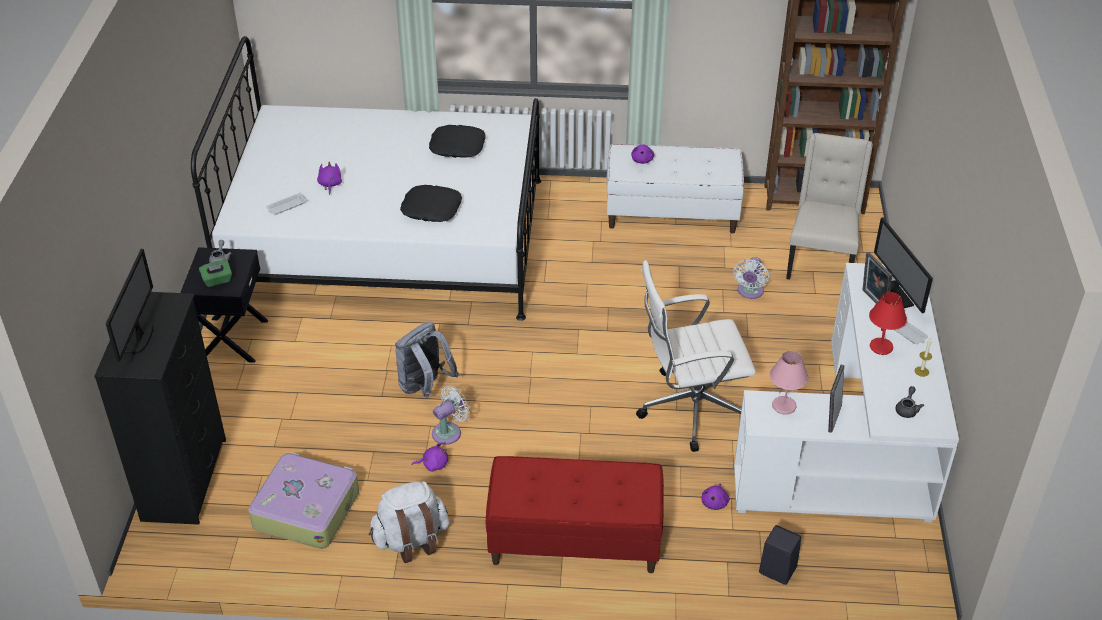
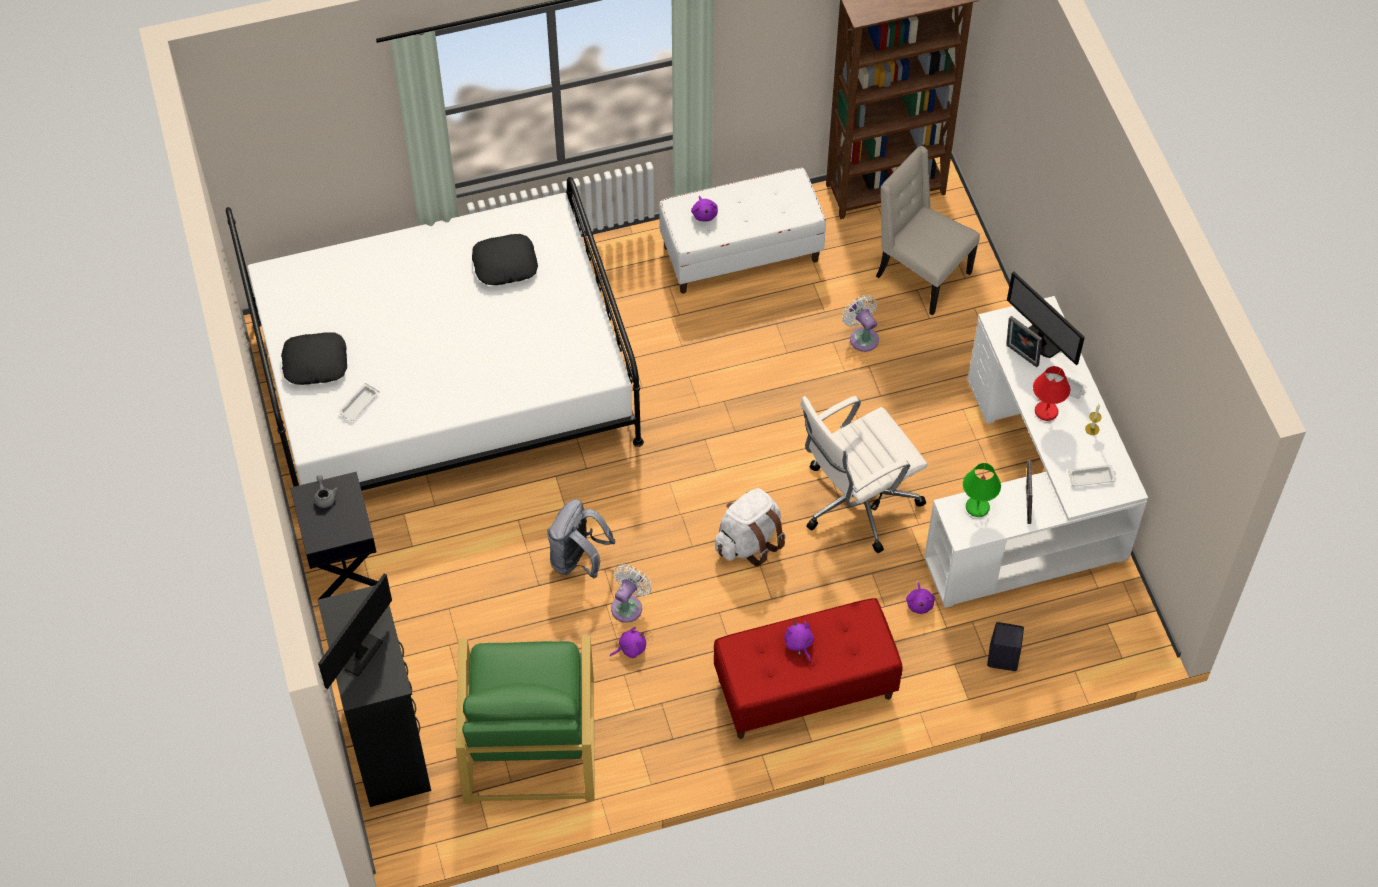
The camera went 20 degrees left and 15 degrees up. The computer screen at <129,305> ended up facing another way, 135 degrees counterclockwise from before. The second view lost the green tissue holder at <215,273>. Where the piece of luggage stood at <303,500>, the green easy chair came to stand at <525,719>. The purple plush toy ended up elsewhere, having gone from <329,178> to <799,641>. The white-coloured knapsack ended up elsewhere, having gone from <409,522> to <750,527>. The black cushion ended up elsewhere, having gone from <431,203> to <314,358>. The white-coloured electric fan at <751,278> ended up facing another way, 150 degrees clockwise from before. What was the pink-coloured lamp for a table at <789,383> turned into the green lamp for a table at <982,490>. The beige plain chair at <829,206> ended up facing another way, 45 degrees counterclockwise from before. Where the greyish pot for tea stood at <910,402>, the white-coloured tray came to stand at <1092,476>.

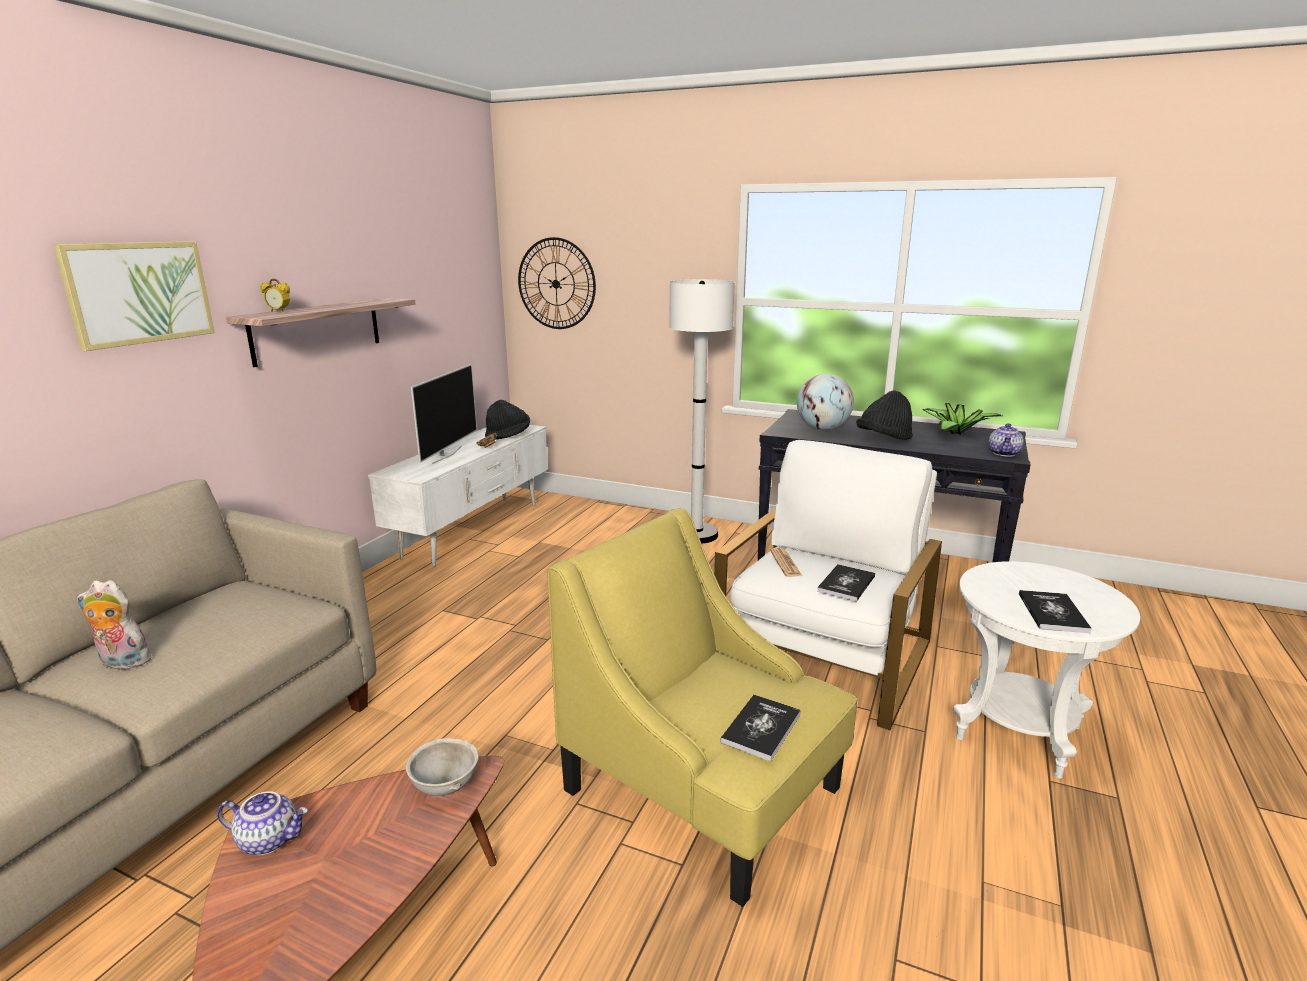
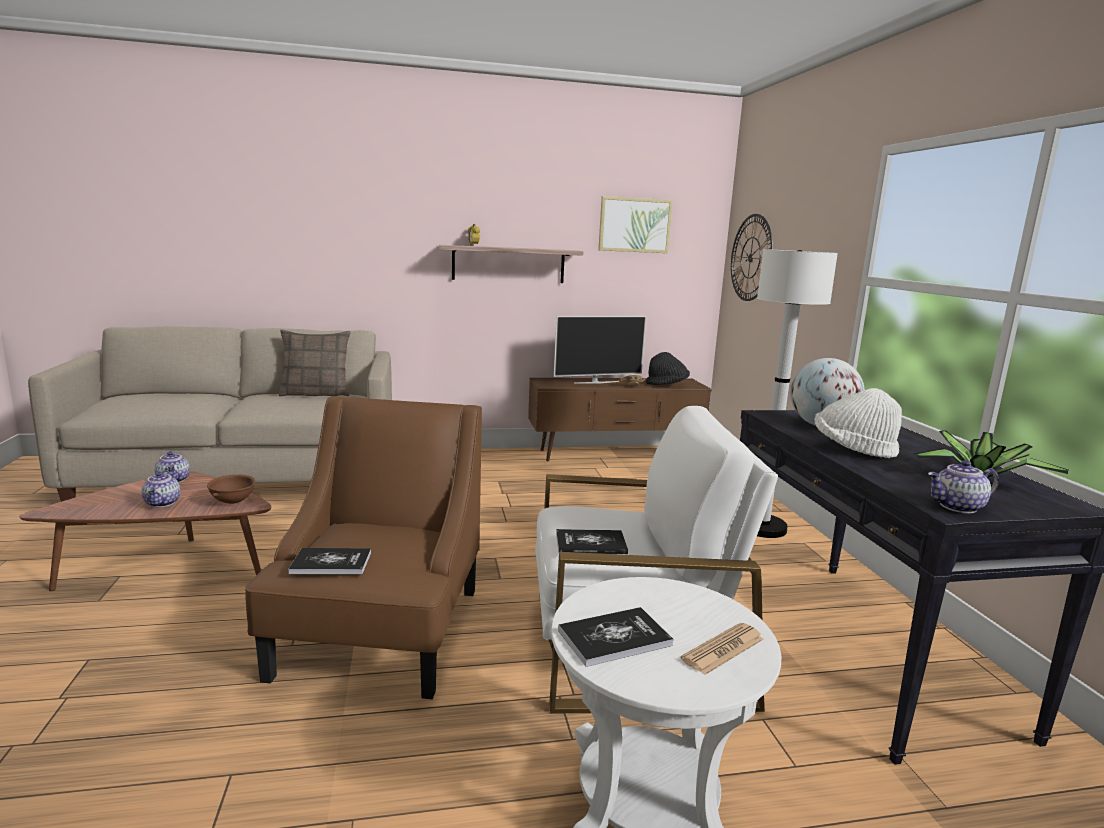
The camera went 55 degrees right and 5 degrees down. The picture ended up elsewhere, having gone from <134,296> to <635,224>. The second view lost the plush toy at <115,625>. What was the white-coloured tv stand at <458,496> turned into the brown tv stand at <620,419>. What was the greyish serving bowl at <442,767> turned into the brown serving bowl at <231,489>. What was the yellow-coloured easy chair at <702,707> turned into the brown easy chair at <363,547>. The daily paper ended up elsewhere, having gone from <786,562> to <722,649>. What was the black wearable hat at <884,415> turned into the white-coloured wearable hat at <858,423>. The second view gained the pot for tea at <161,489>. The second view gained the cushion at <315,363>.

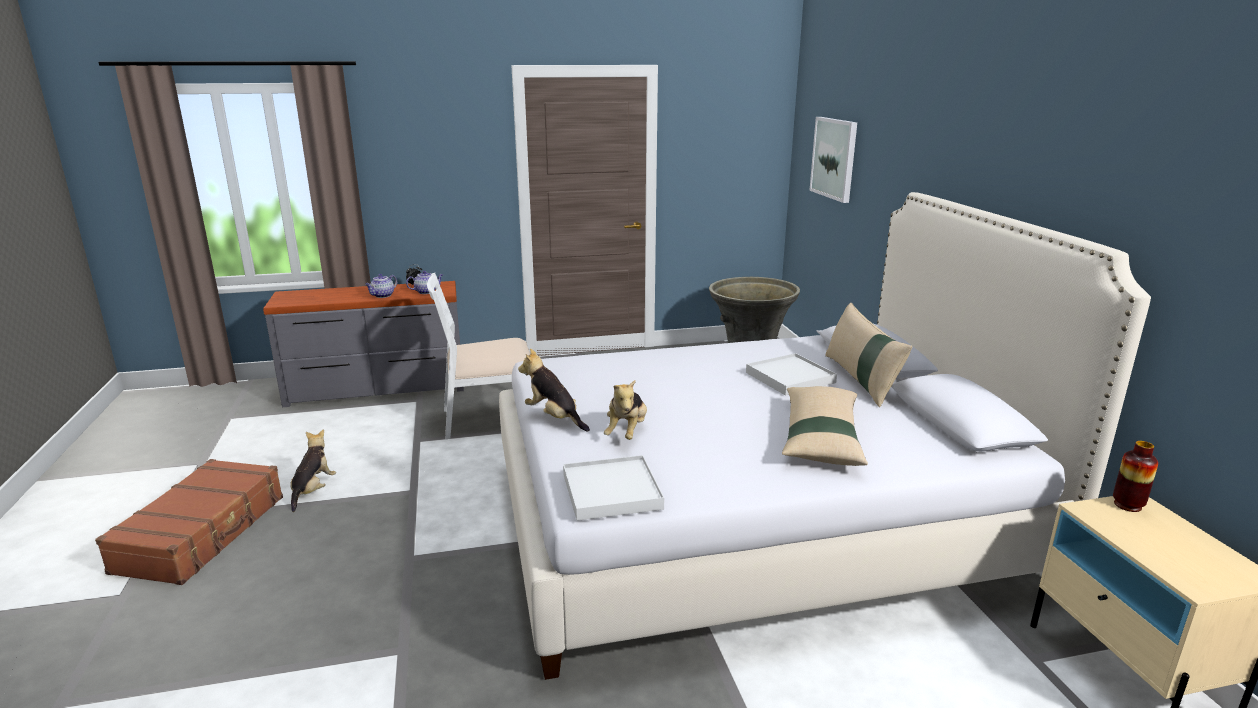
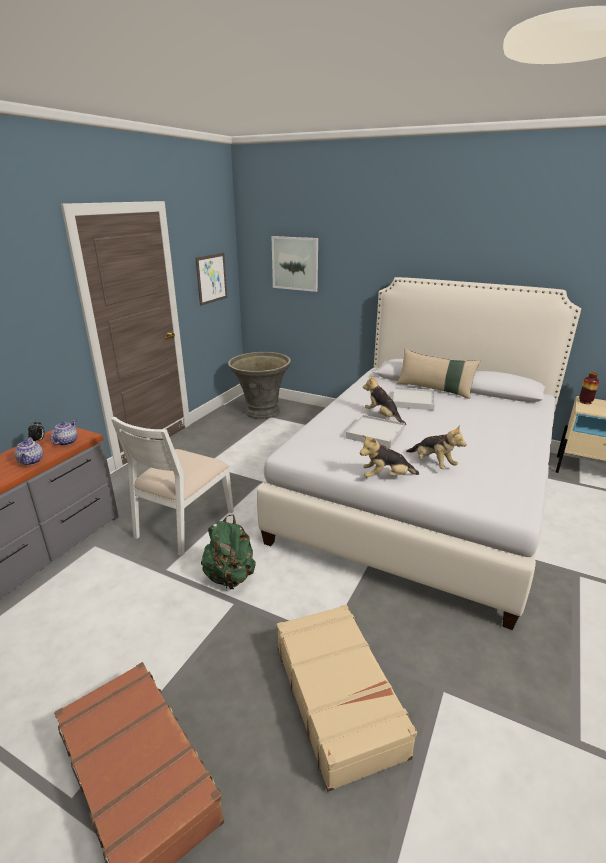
The camera went 50 degrees left and 5 degrees up. The plush toy ended up elsewhere, having gone from <313,471> to <384,400>. The white-coloured tray ended up elsewhere, having gone from <613,488> to <375,431>. The second view lost the beige cushion at <825,426>. The second view gained the picture at <211,279>. The second view gained the green knapsack at <228,552>. The second view gained the beige piece of luggage at <347,698>.

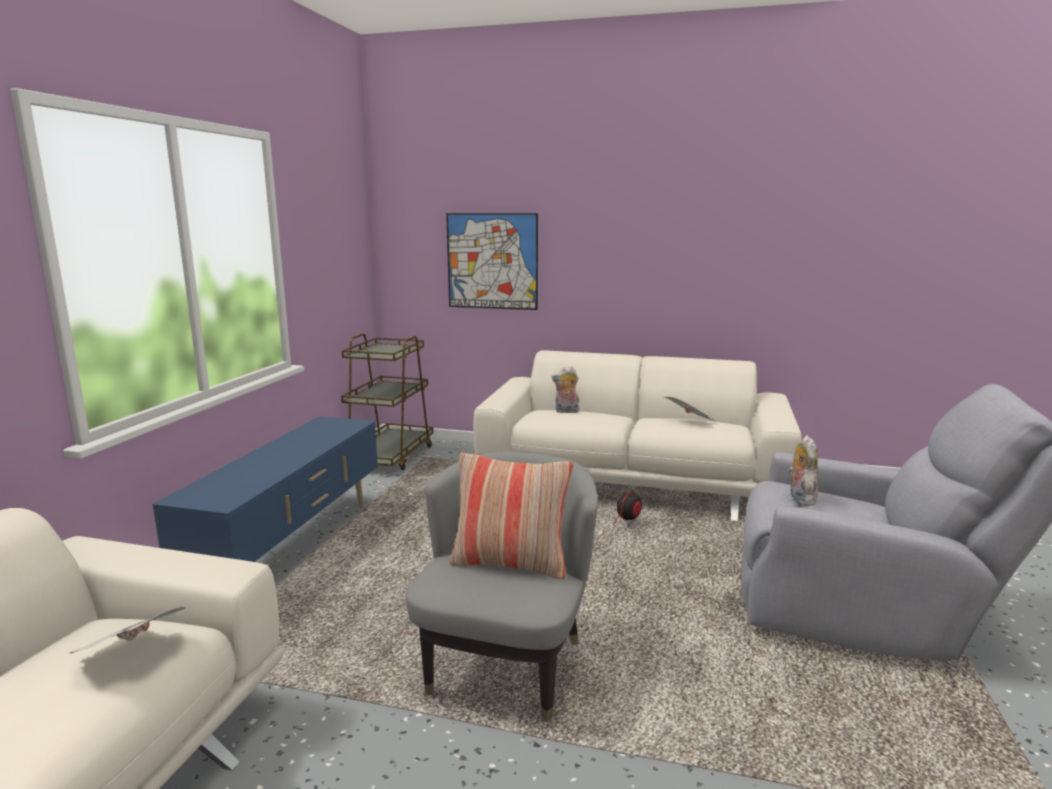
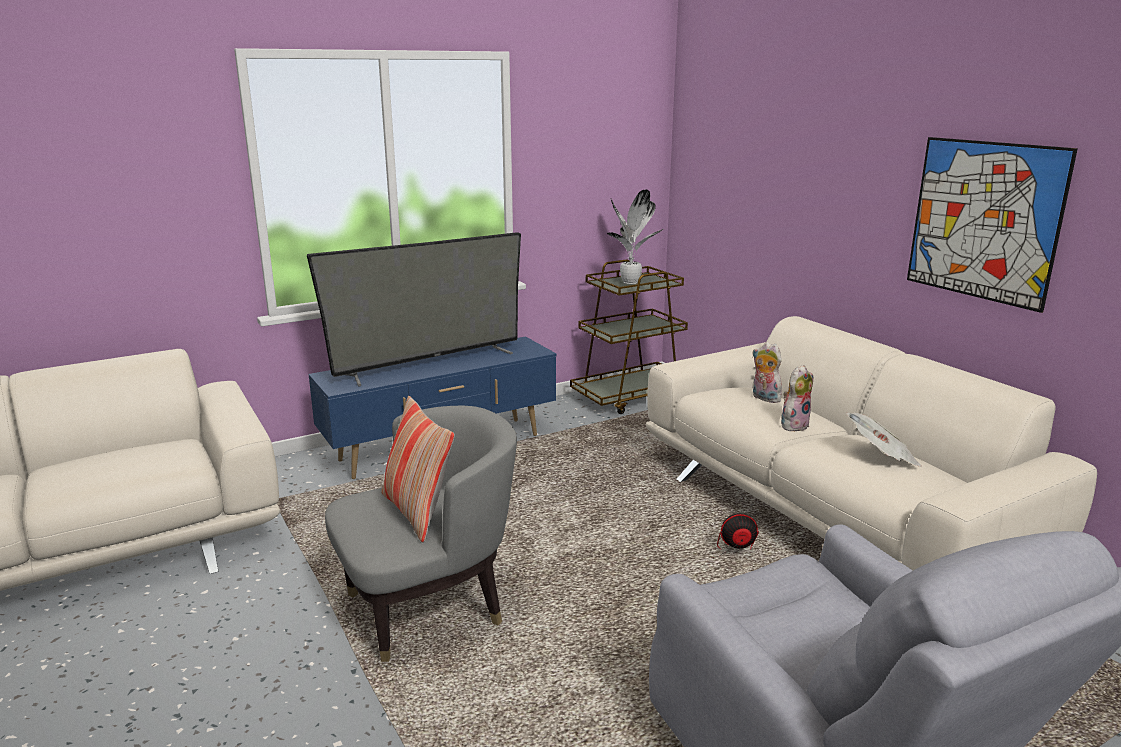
The camera went 45 degrees right and 5 degrees up. The second view lost the daily paper at <127,630>. The picture ended up elsewhere, having gone from <492,261> to <992,225>. The plush toy ended up elsewhere, having gone from <803,470> to <797,398>. The second view gained the TV at <414,309>. The second view gained the plant in a pot at <635,236>.

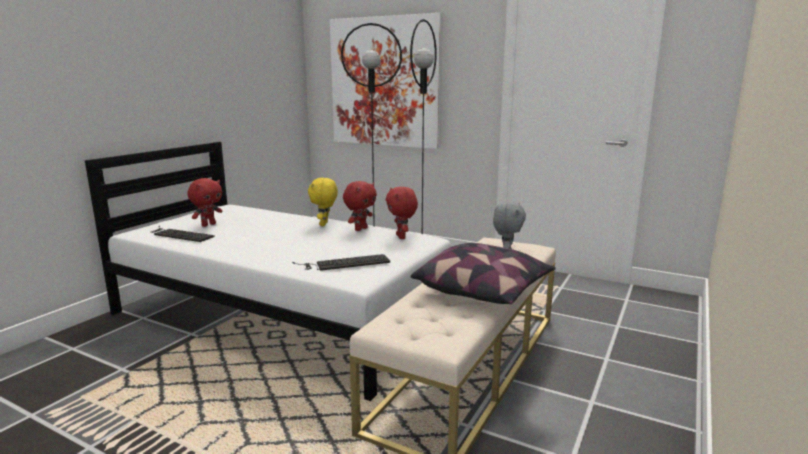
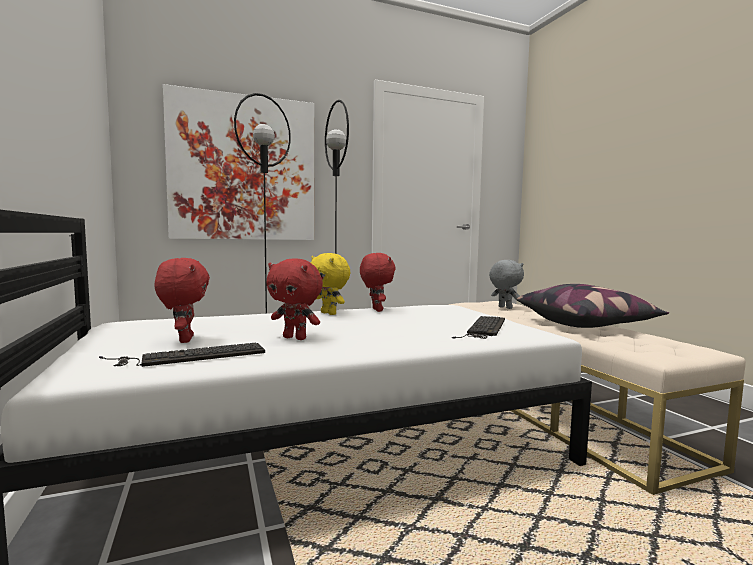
The camera went 50 degrees left and 10 degrees down. The red-coloured plush toy ended up elsewhere, having gone from <402,213> to <294,299>.

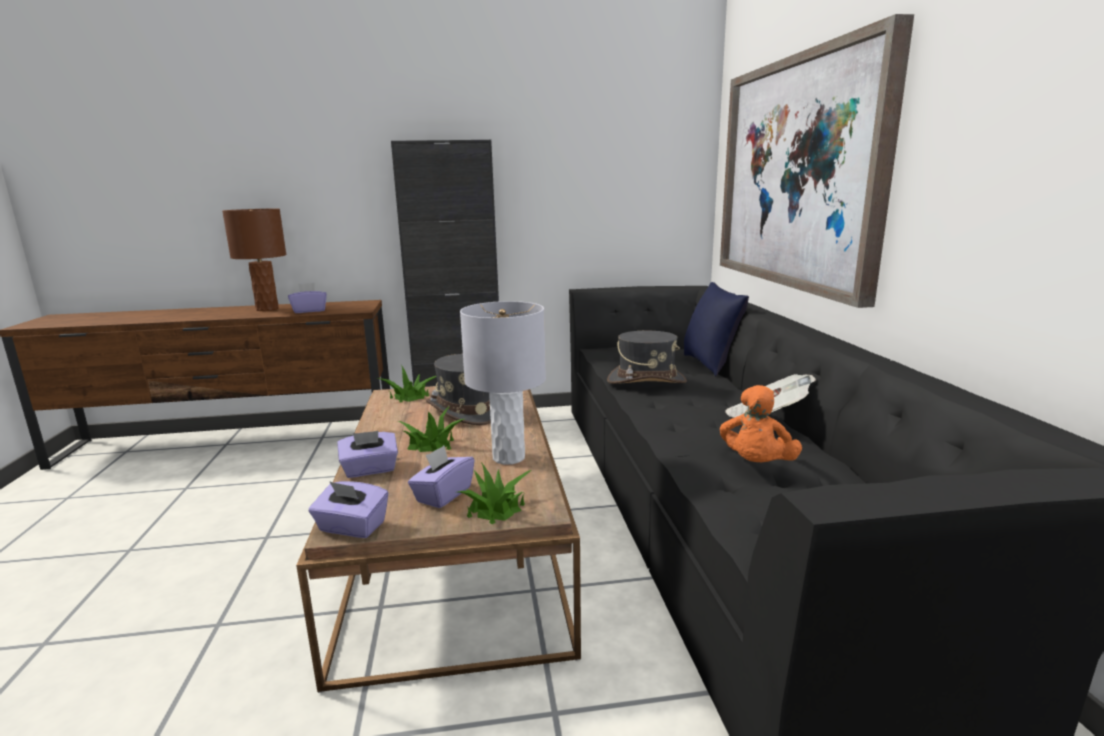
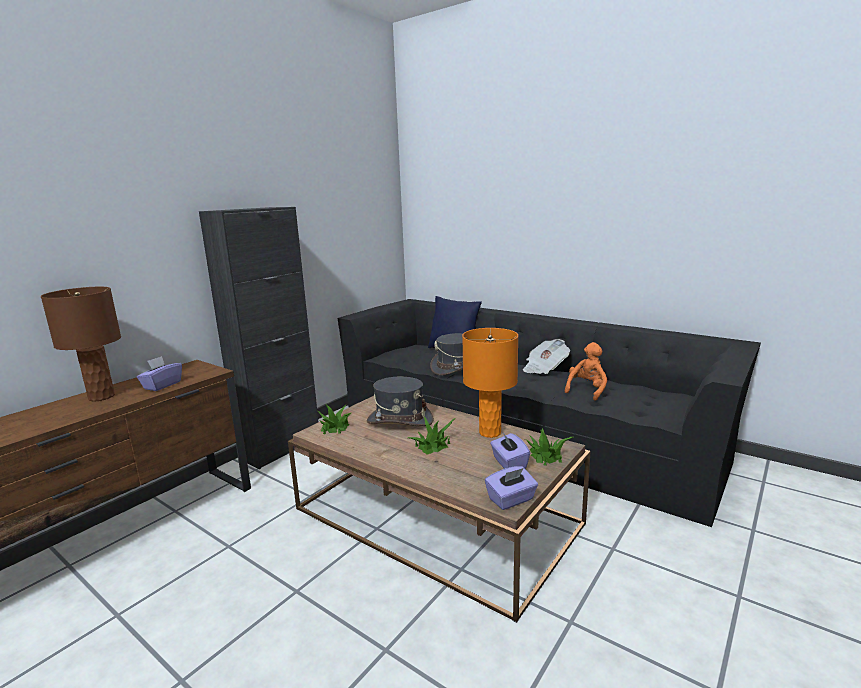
The camera went 45 degrees left and 0 degrees up. The second view lost the purple tissue holder at <367,454>. What was the greyish lamp for a table at <503,383> turned into the orange-coloured lamp for a table at <490,383>. The second view lost the picture at <817,161>. The orange-coloured plush toy at <761,424> ended up facing another way, 120 degrees counterclockwise from before.

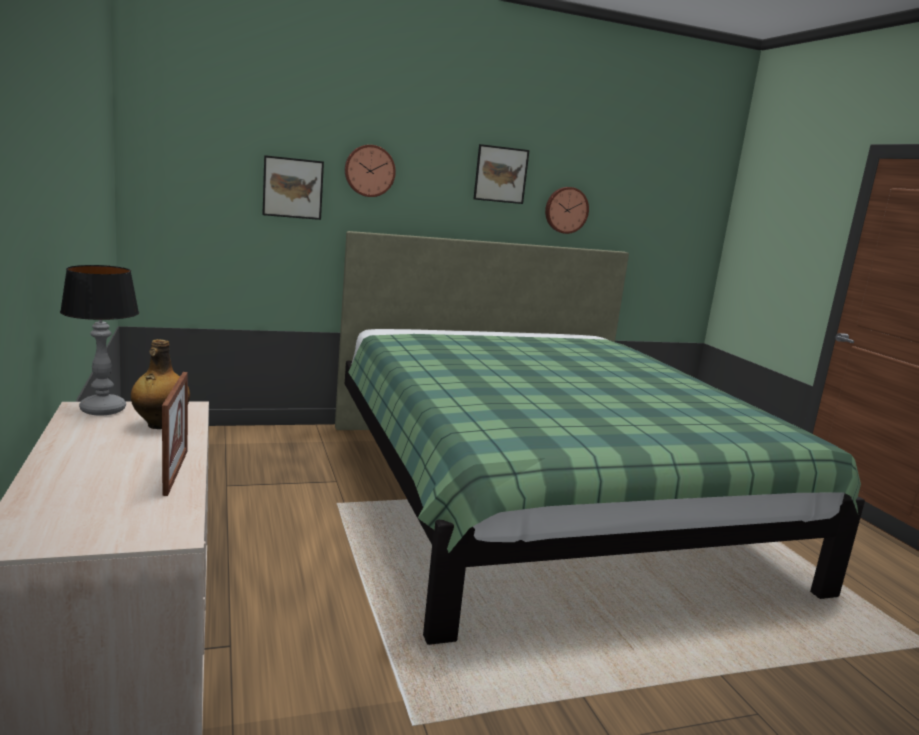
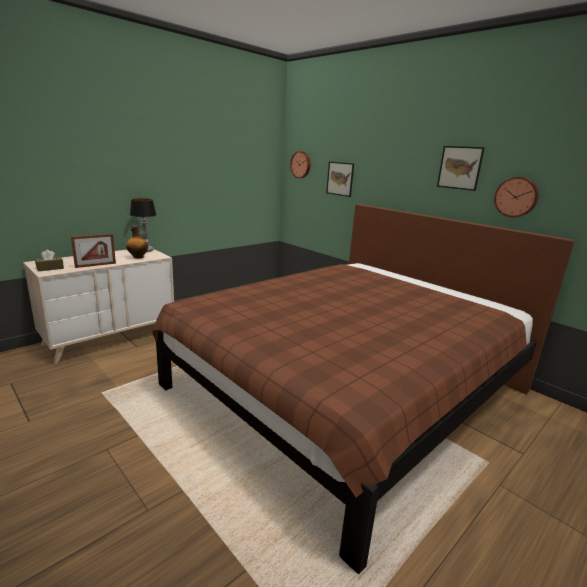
The camera went 65 degrees right and 5 degrees up. What was the green bedroom bed at <600,438> turned into the brown bedroom bed at <363,389>. The clock on the wall ended up elsewhere, having gone from <370,171> to <300,164>. The second view gained the brown tissue holder at <49,261>.

